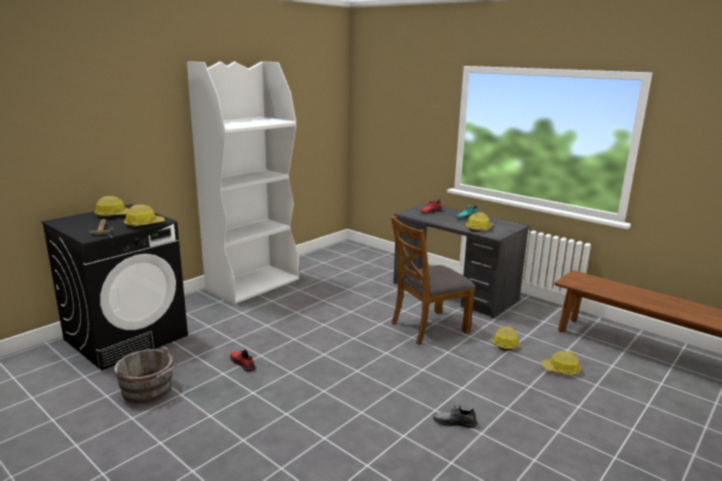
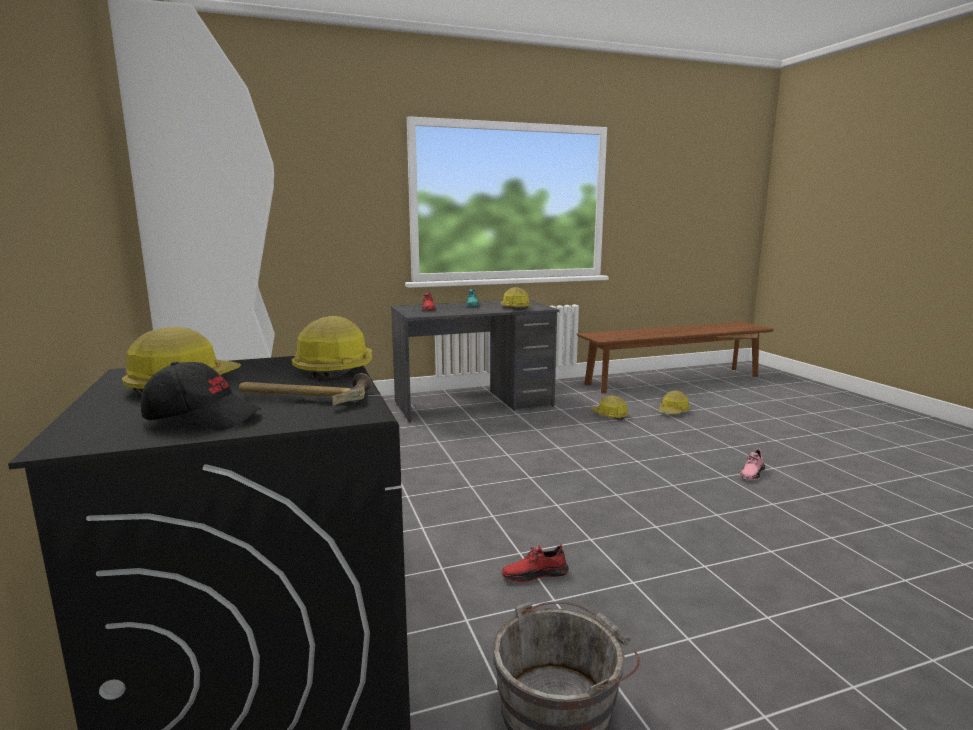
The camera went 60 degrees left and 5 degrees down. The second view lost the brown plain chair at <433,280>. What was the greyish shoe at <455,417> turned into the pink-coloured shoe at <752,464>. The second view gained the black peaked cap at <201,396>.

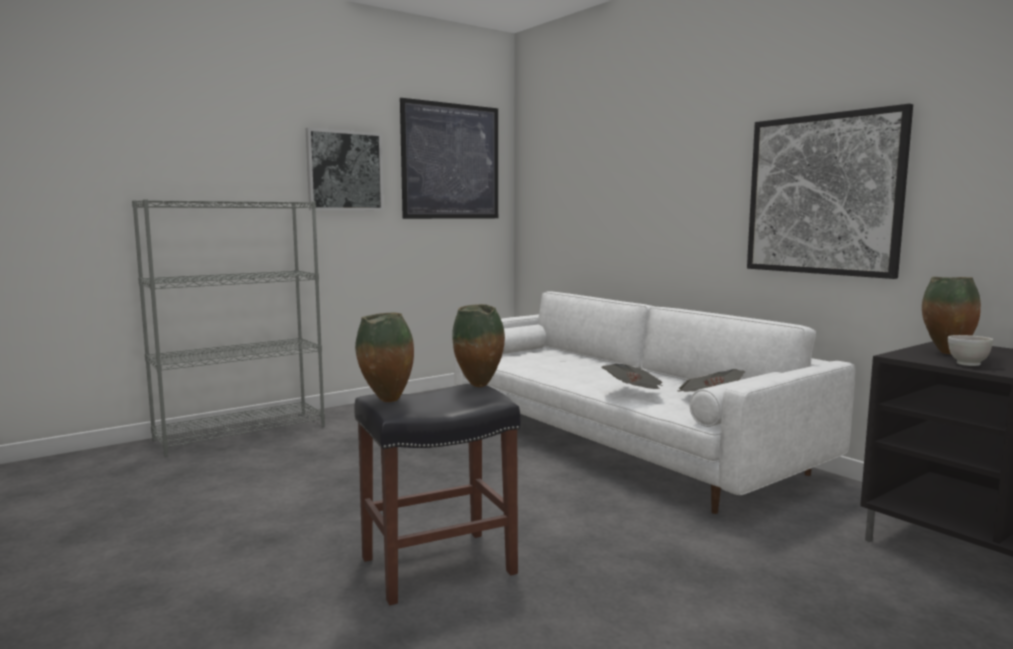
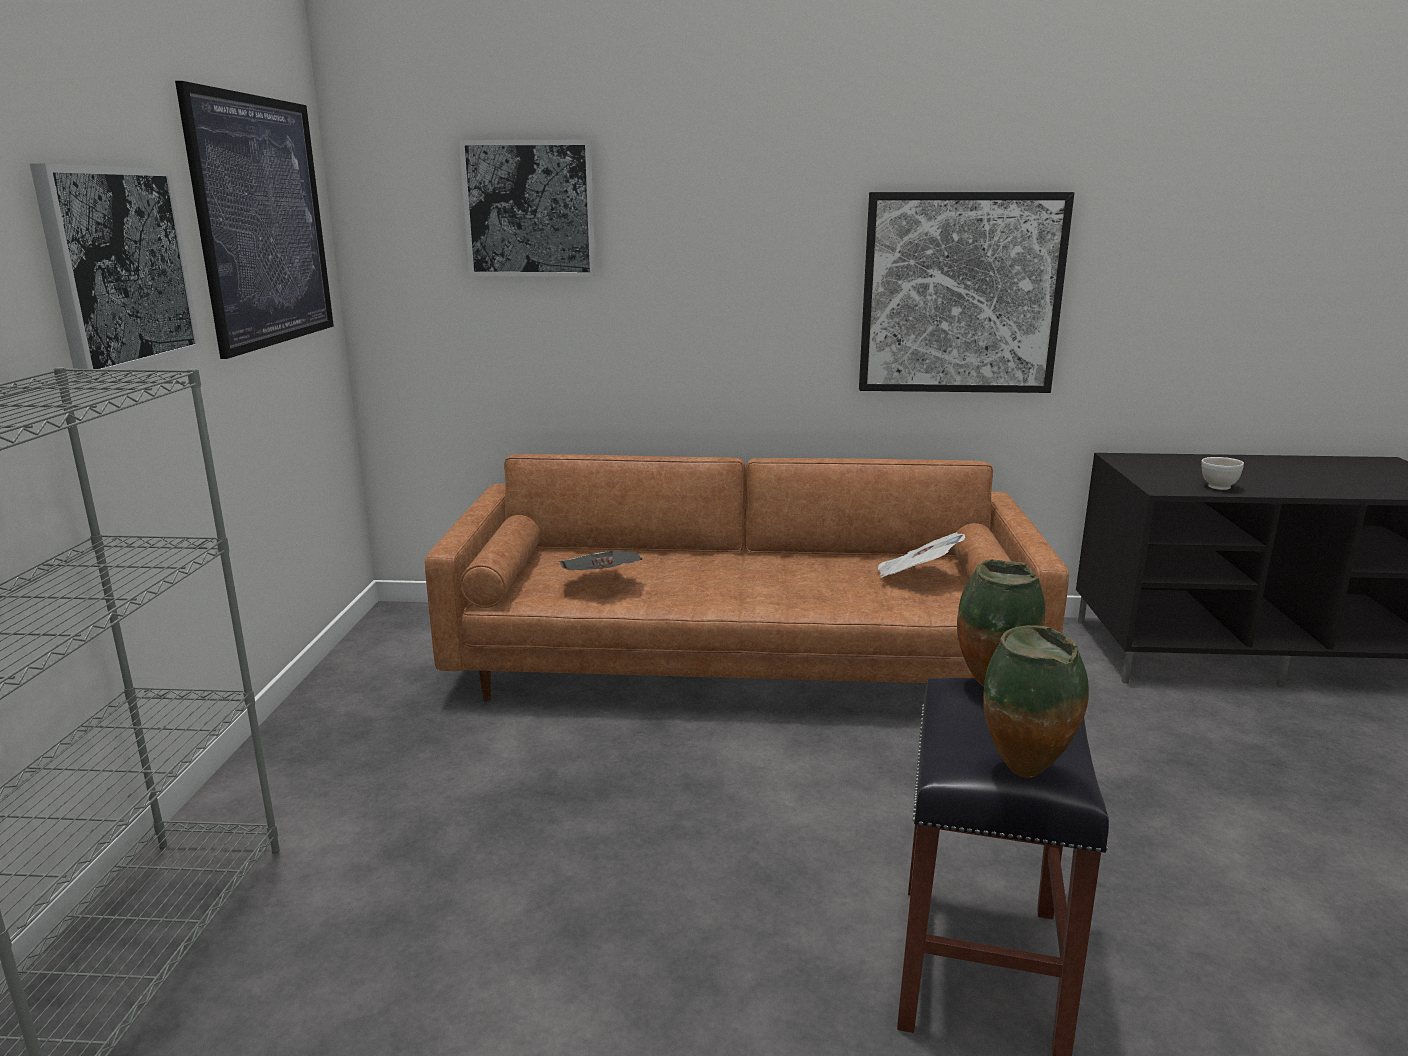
The camera went 50 degrees left and 10 degrees up. What was the white-coloured sofa at <655,403> turned into the brown sofa at <747,577>. The daily paper ended up elsewhere, having gone from <632,376> to <600,560>. The second view lost the vase at <951,315>. The second view gained the picture at <527,208>.

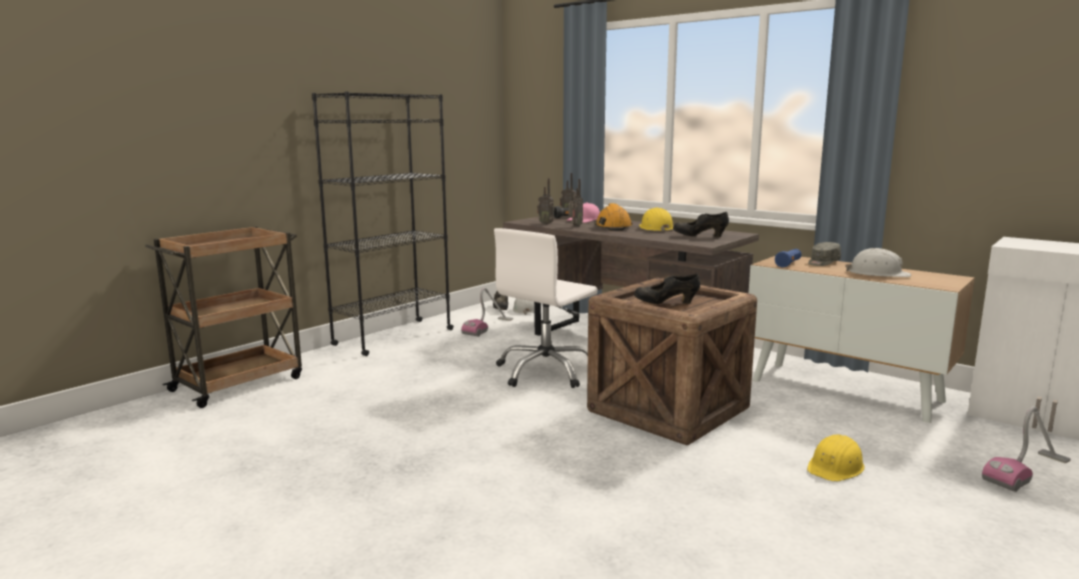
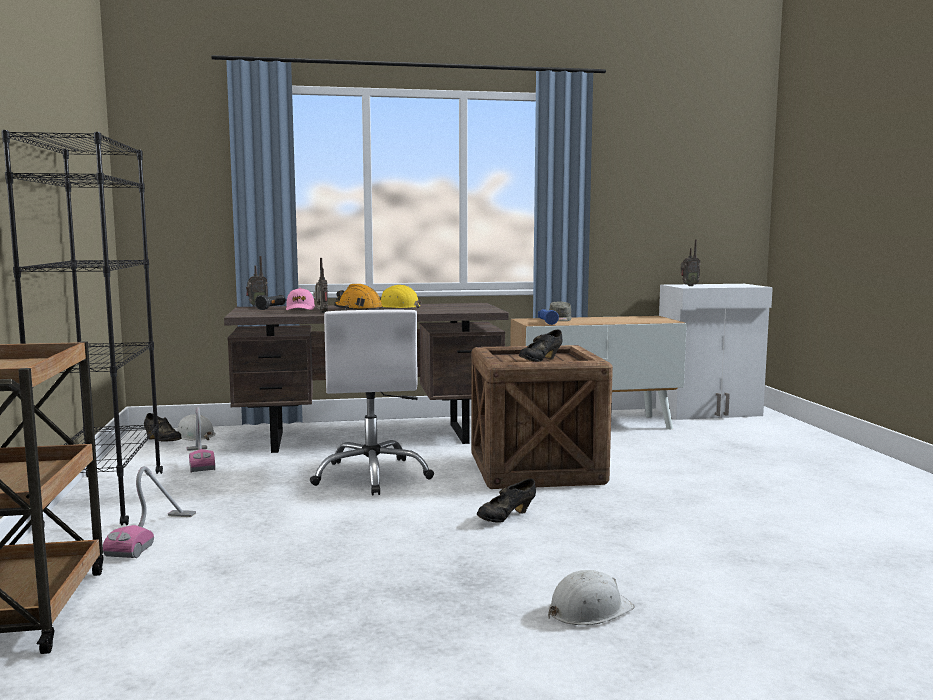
The camera went 50 degrees left and 5 degrees down. The radio set ended up elsewhere, having gone from <545,201> to <690,262>. The black shoe ended up elsewhere, having gone from <701,224> to <506,500>. The second view lost the yellow-coloured safety helmet at <836,458>. The white-coloured safety helmet ended up elsewhere, having gone from <878,262> to <591,597>. The hoover ended up elsewhere, having gone from <1026,449> to <149,512>.

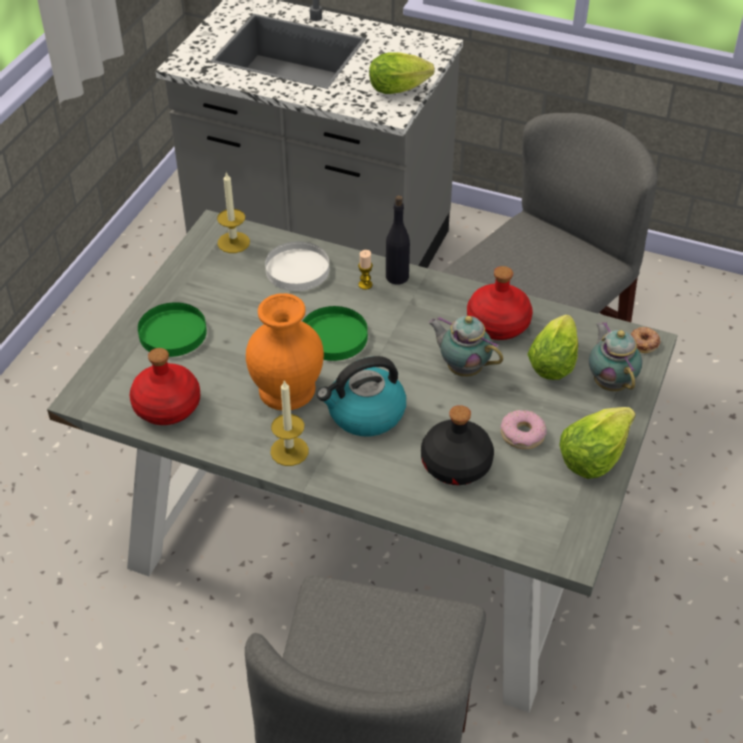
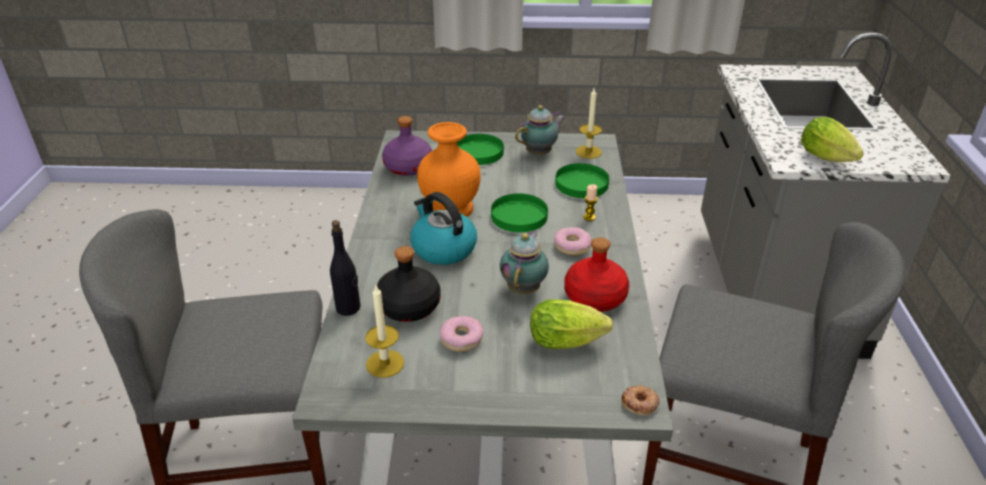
The camera went 70 degrees right and 10 degrees down. What was the red-coloured bottle at <164,386> turned into the purple bottle at <407,146>. What was the white-coloured dinner plate at <297,266> turned into the green dinner plate at <582,180>. The candle ended up elsewhere, having gone from <289,423> to <384,332>. The black bottle ended up elsewhere, having gone from <398,240> to <345,268>. The second view lost the lettuce head at <597,443>. The pot for tea ended up elsewhere, having gone from <615,356> to <540,130>. The second view gained the ring doughnut at <572,241>.

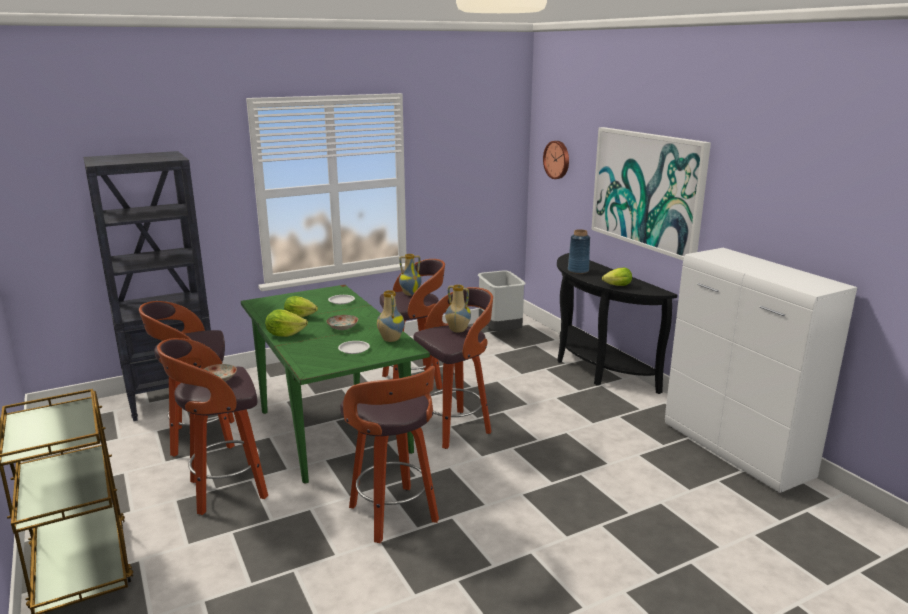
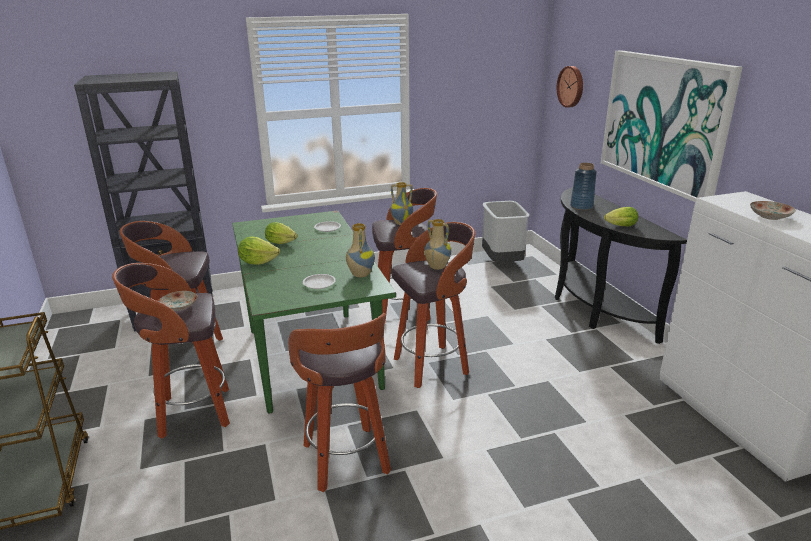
The camera went 10 degrees right and 5 degrees up. The dinner plate ended up elsewhere, having gone from <342,322> to <773,210>.

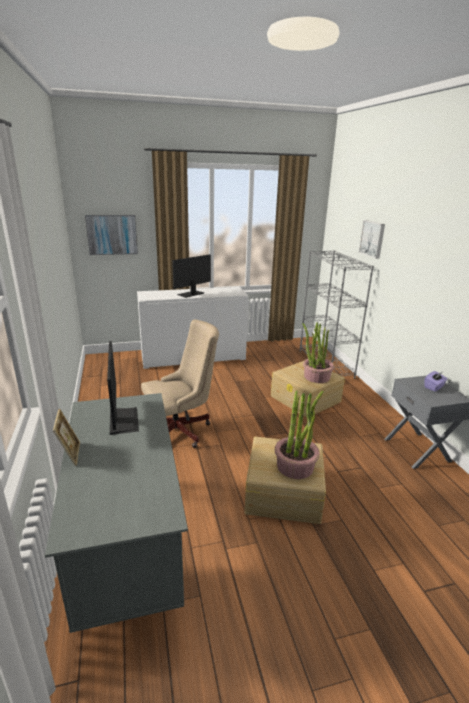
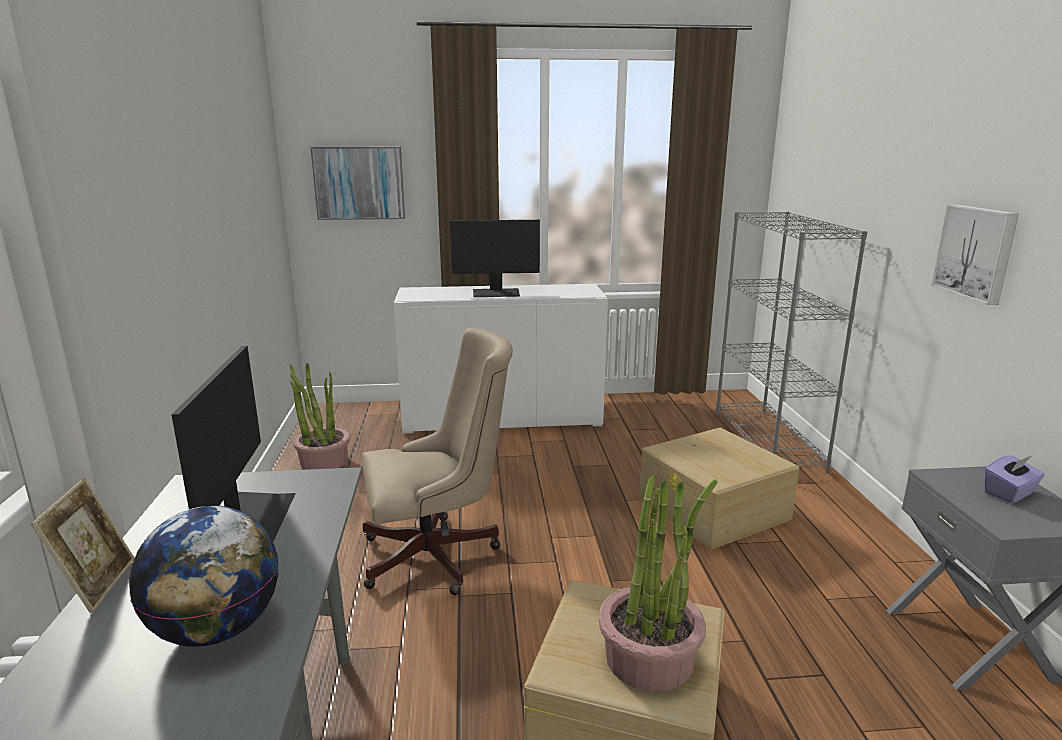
The camera went 10 degrees right and 5 degrees down. The computer screen at <191,276> ended up facing another way, 150 degrees counterclockwise from before. The plant in a pot ended up elsewhere, having gone from <318,352> to <320,416>. The picture ended up elsewhere, having gone from <372,239> to <975,254>. The second view gained the world globe at <204,576>.

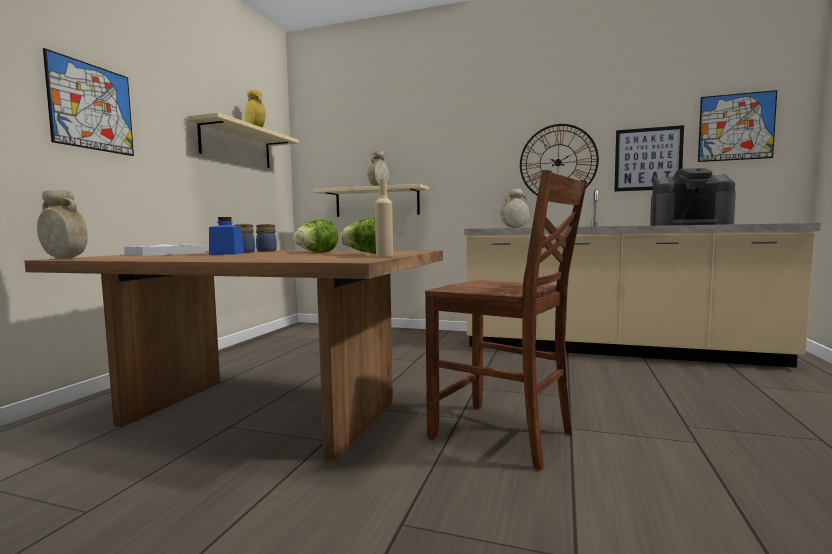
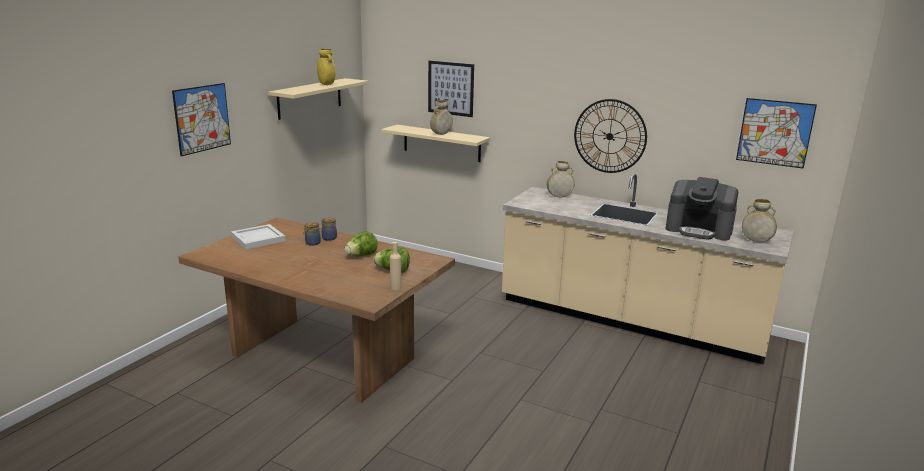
The camera went 10 degrees right and 15 degrees up. The beige vase ended up elsewhere, having gone from <62,224> to <759,220>. The second view lost the bluish jar at <226,236>. The second view lost the brown plain chair at <506,320>. The picture ended up elsewhere, having gone from <649,158> to <451,89>.

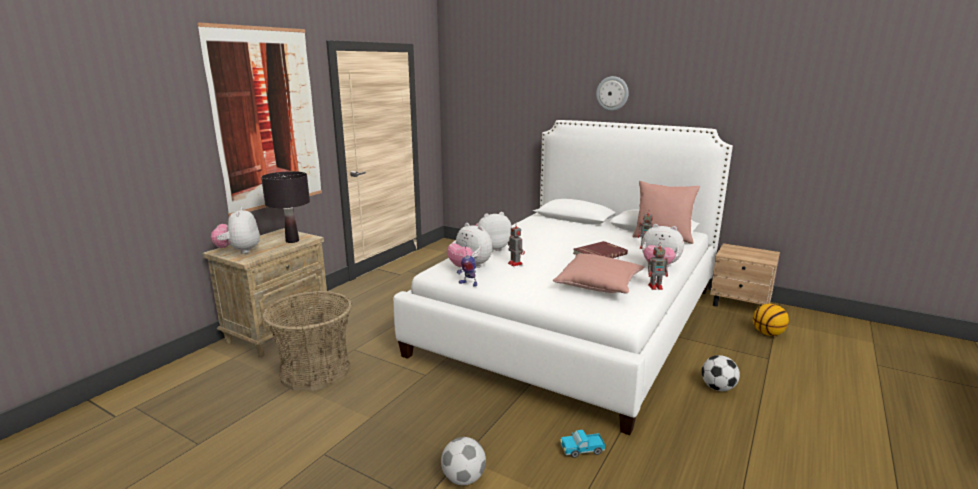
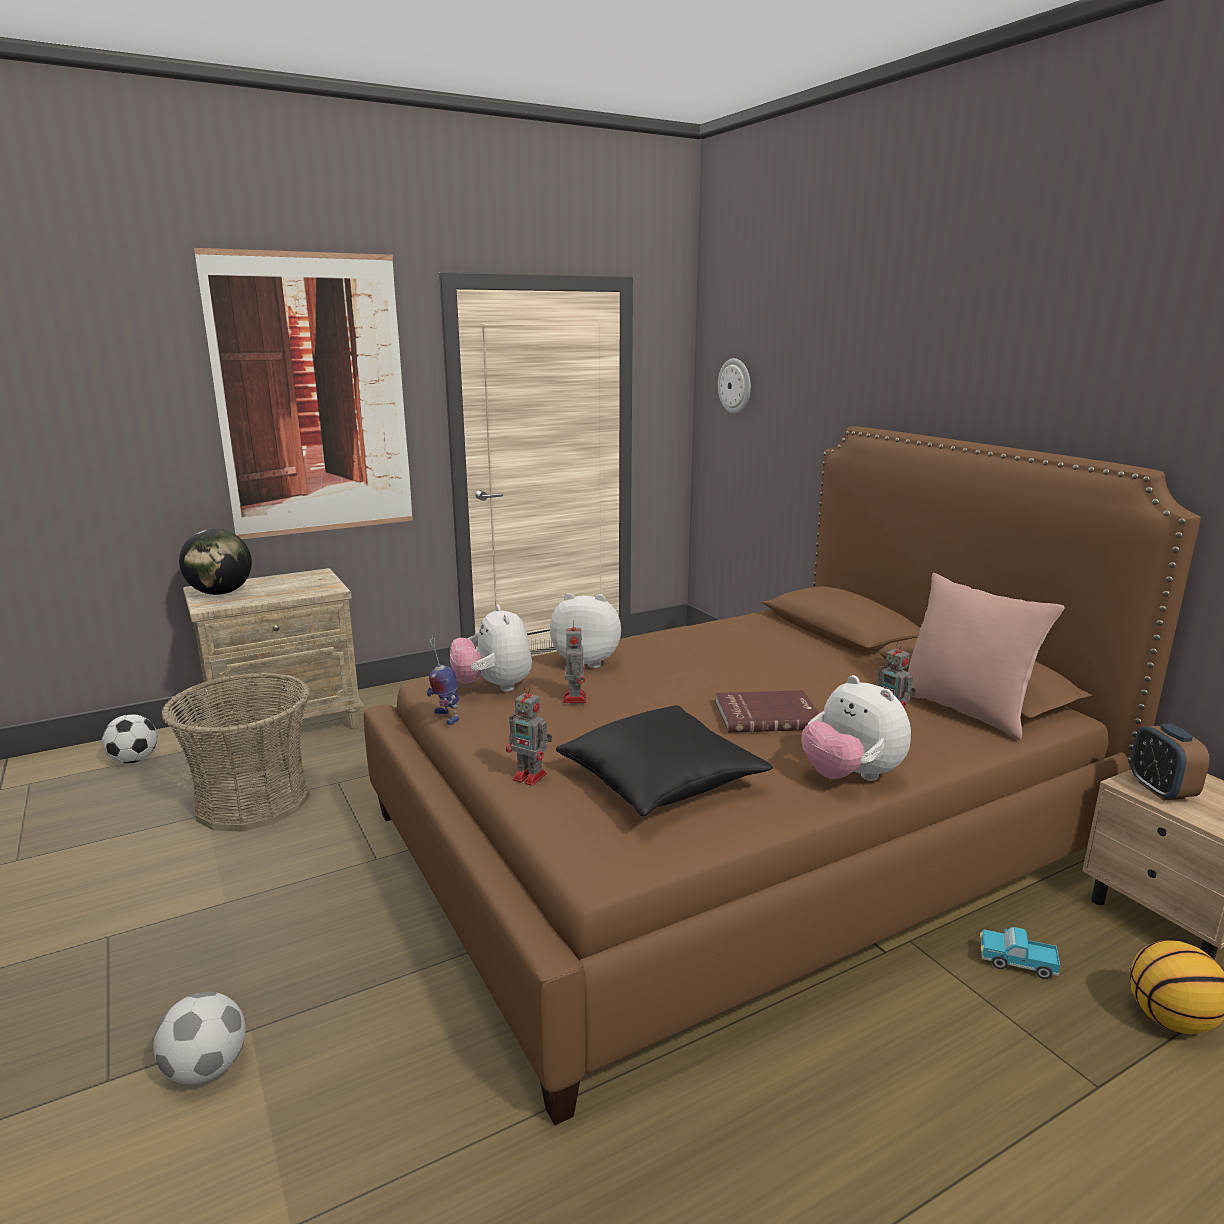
The camera went 30 degrees right and 0 degrees up. Where the plush toy stood at <235,230>, the world globe came to stand at <215,562>. The second view lost the black lamp for a table at <285,207>. What was the white-coloured bedroom bed at <563,277> turned into the brown bedroom bed at <782,776>. What was the pink-coloured cushion at <599,273> turned into the black cushion at <664,760>. The toy truck ended up elsewhere, having gone from <582,444> to <1020,953>. The clock on the wall ended up elsewhere, having gone from <612,93> to <734,386>. The toy robot ended up elsewhere, having gone from <658,267> to <529,735>. The football ended up elsewhere, having gone from <721,373> to <129,738>. The second view gained the alarm clock at <1170,761>.

